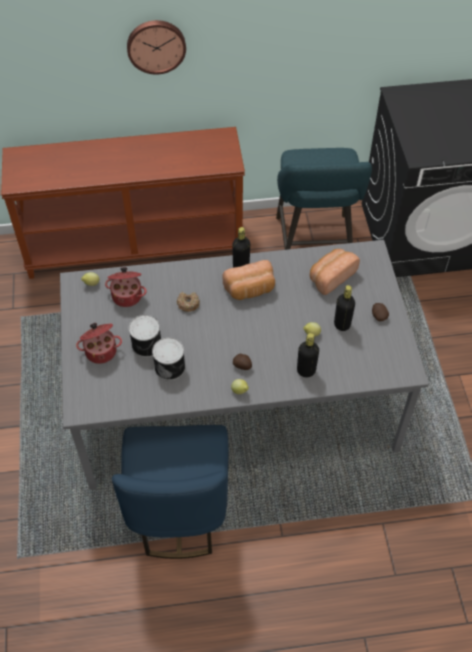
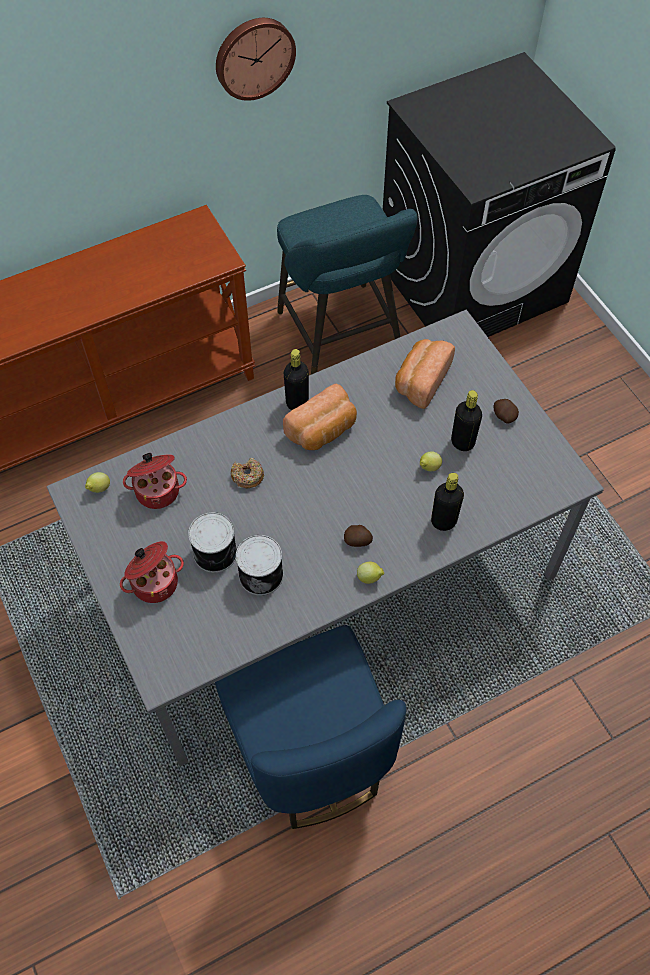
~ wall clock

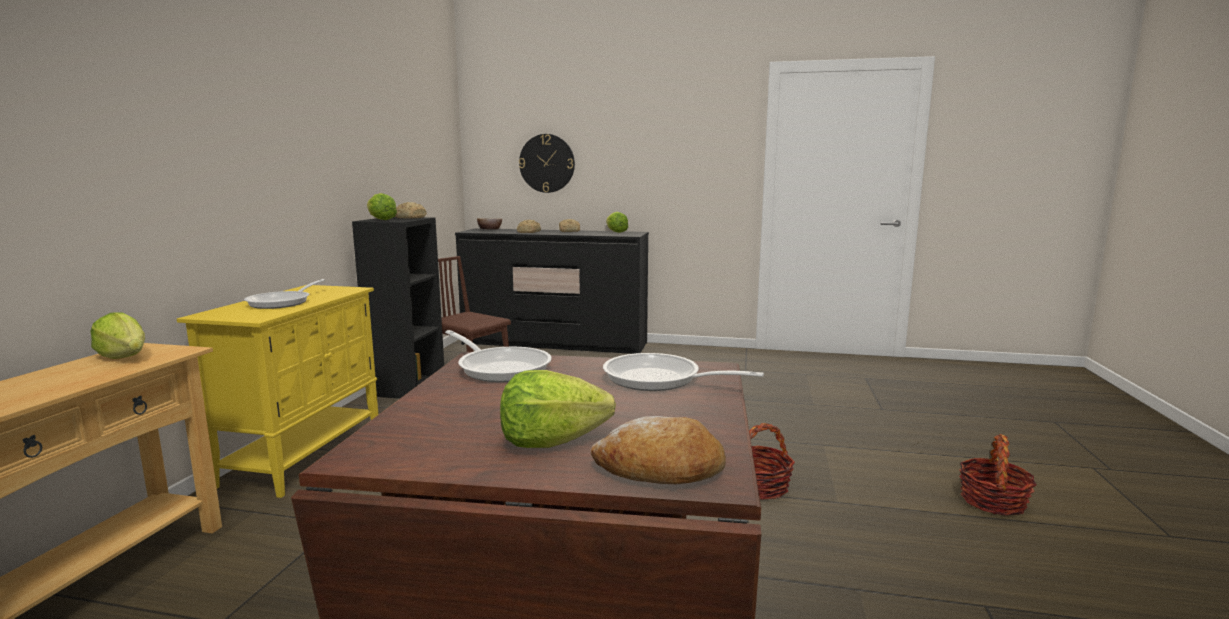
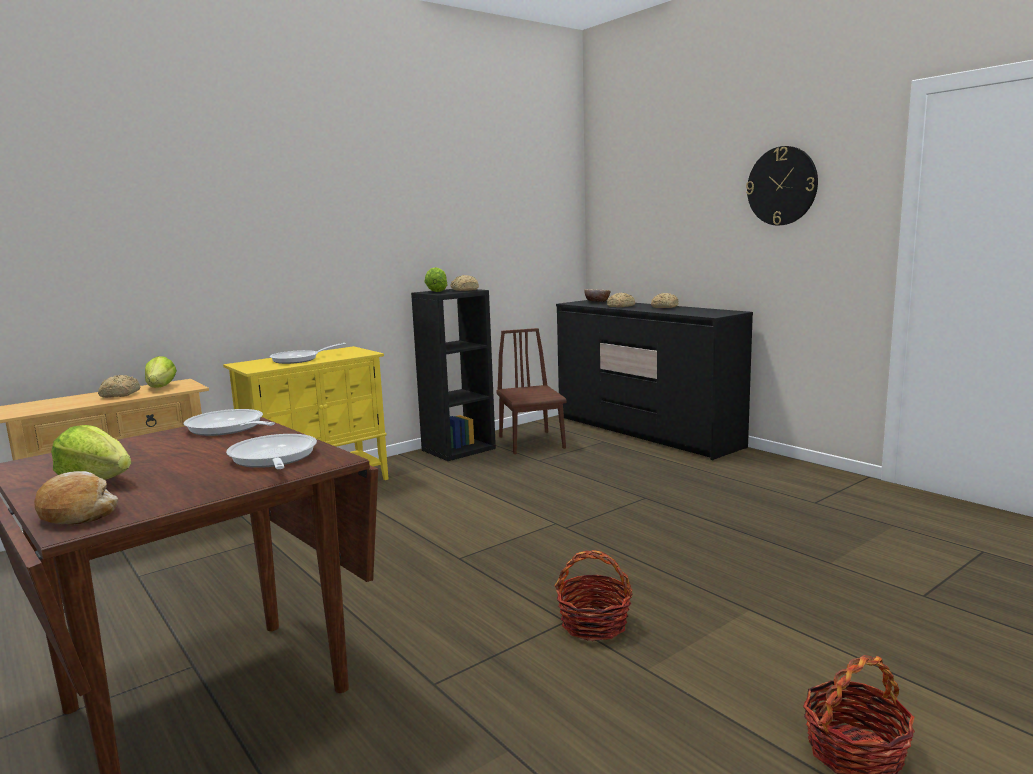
- lettuce (no. 4 from left)
+ bread (no. 2 from left)
~ wall clock
~ frying pan (no. 2 from left in the first image) 135 degrees clockwise

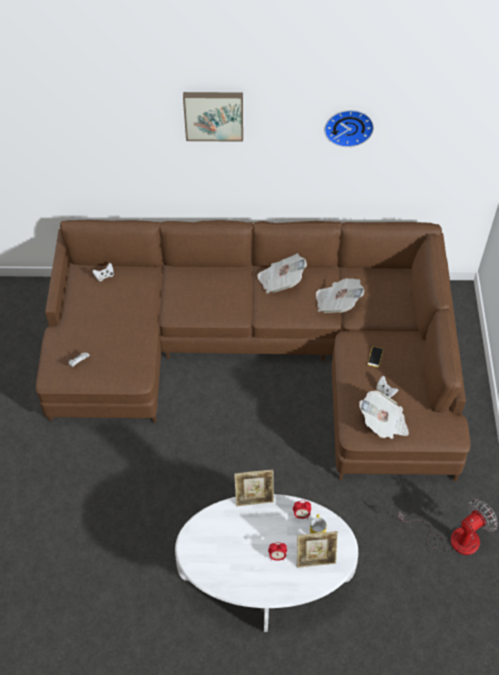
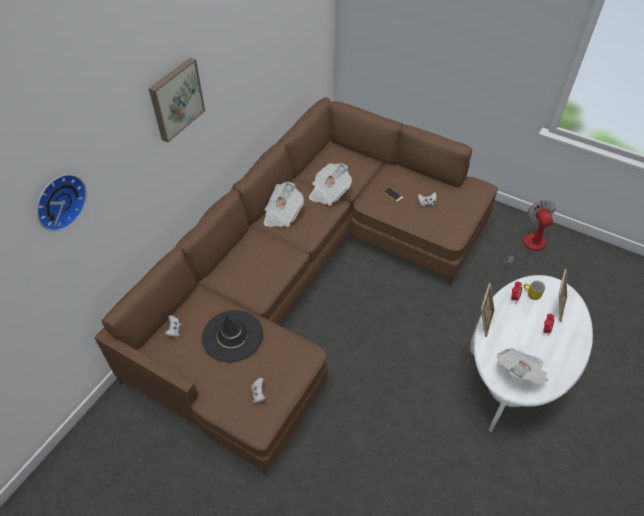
+ black hat
~ wall clock
~ newspaper (no. 3 from left)

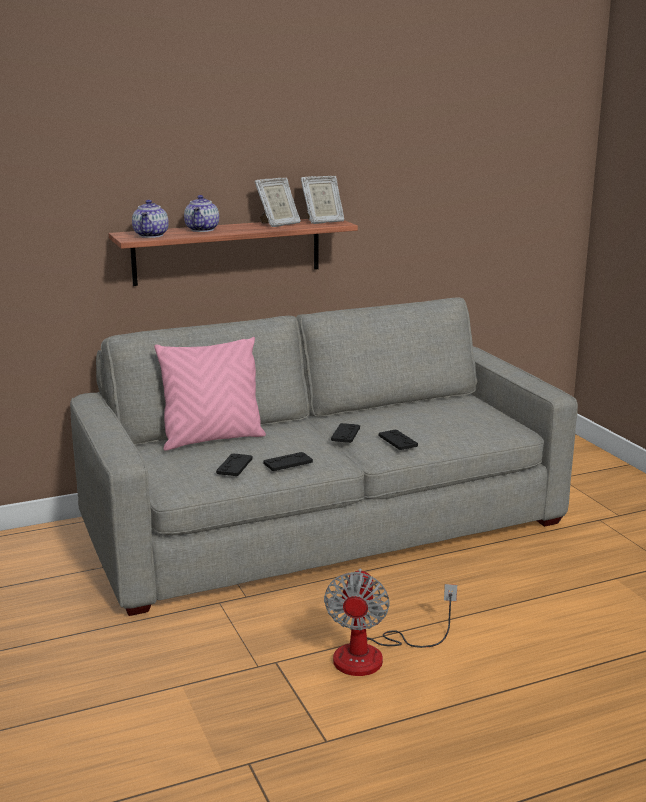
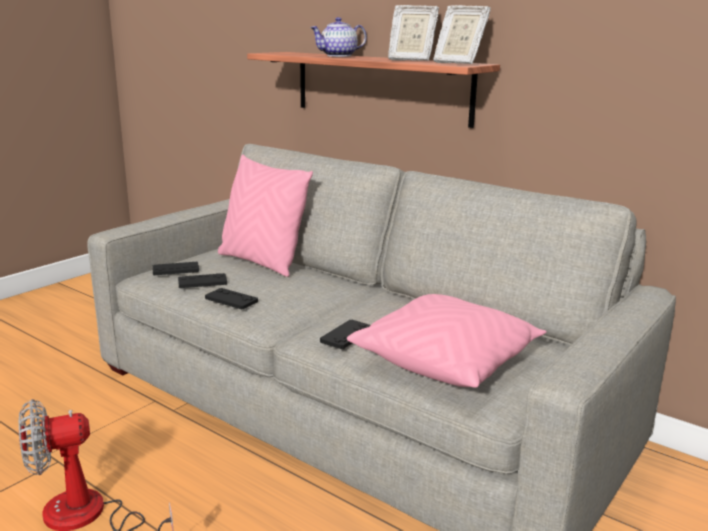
- teapot (no. 1 from left)
+ pink pillow (no. 2 from left)
~ black game controller (no. 3 from left in the first image) to black game controller (no. 1 from left)

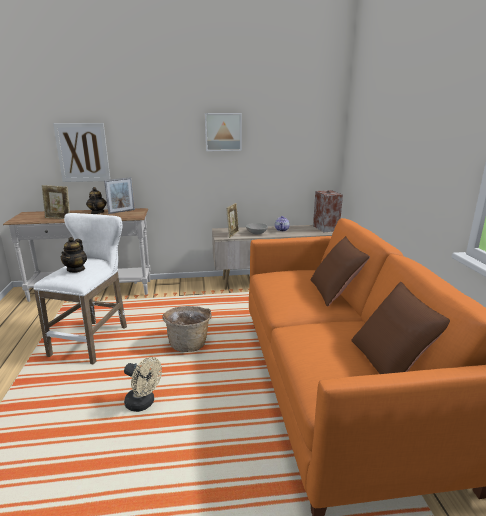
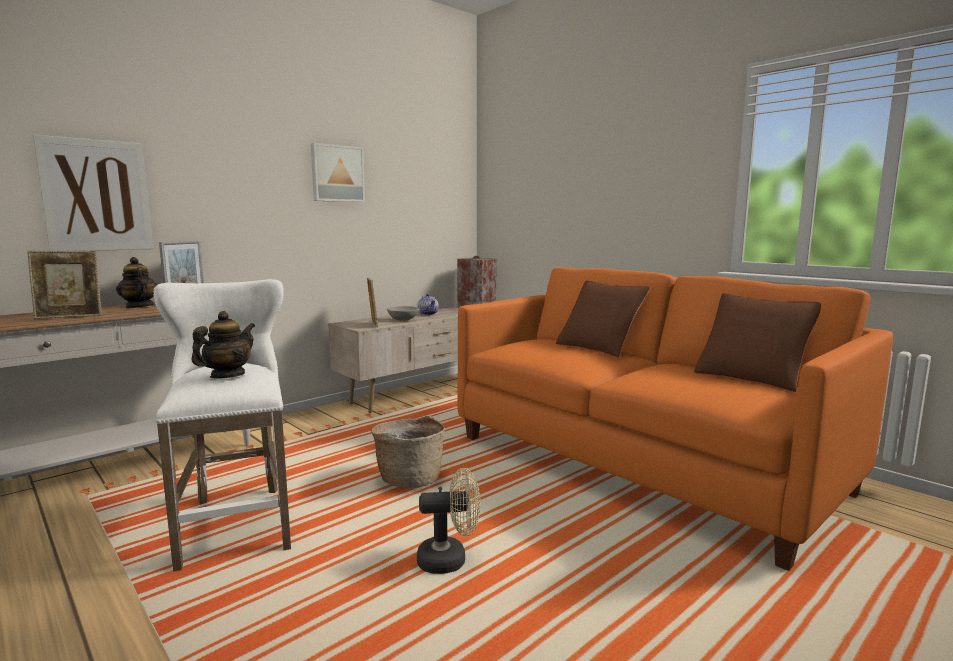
~ teapot (no. 1 from left in the first image) 120 degrees counterclockwise

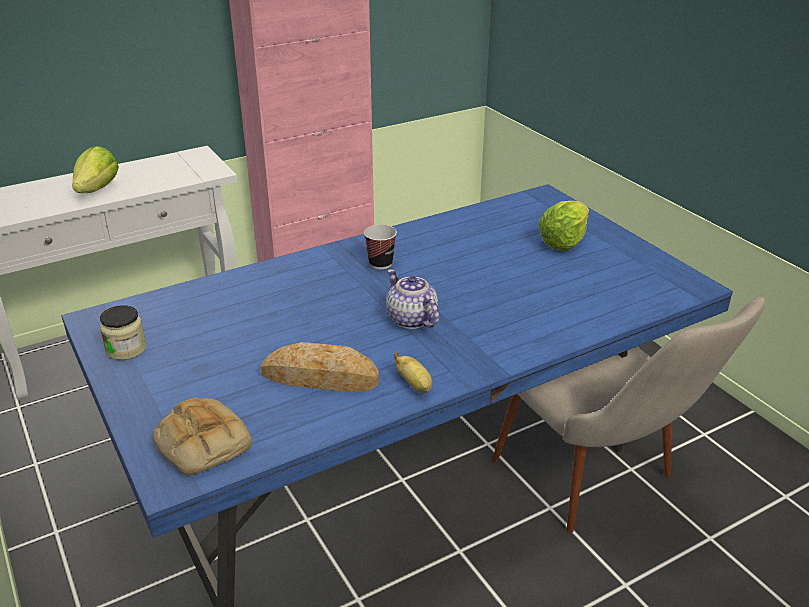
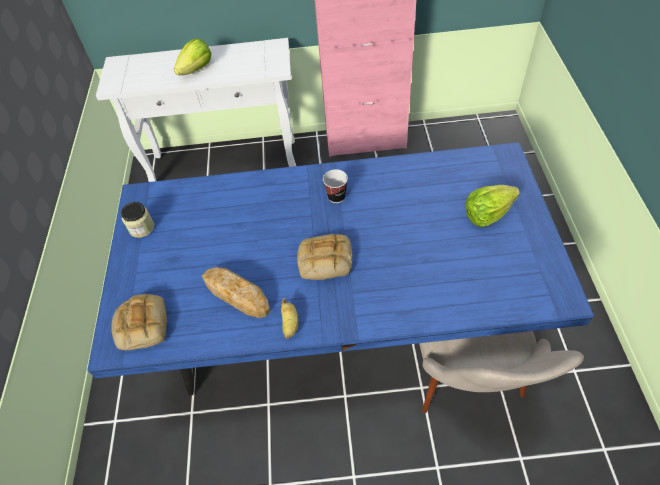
~ teapot to bread (no. 3 from left)

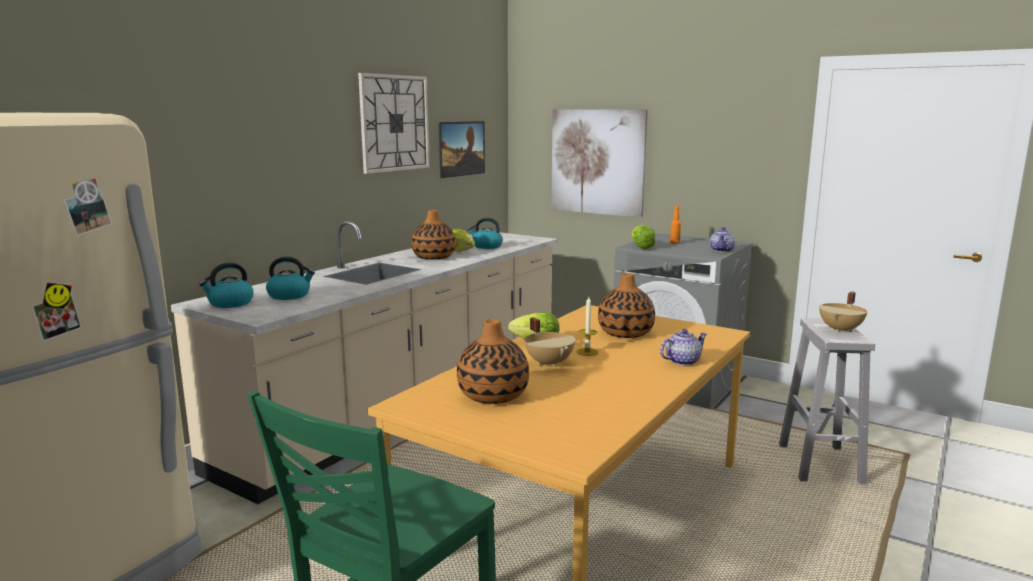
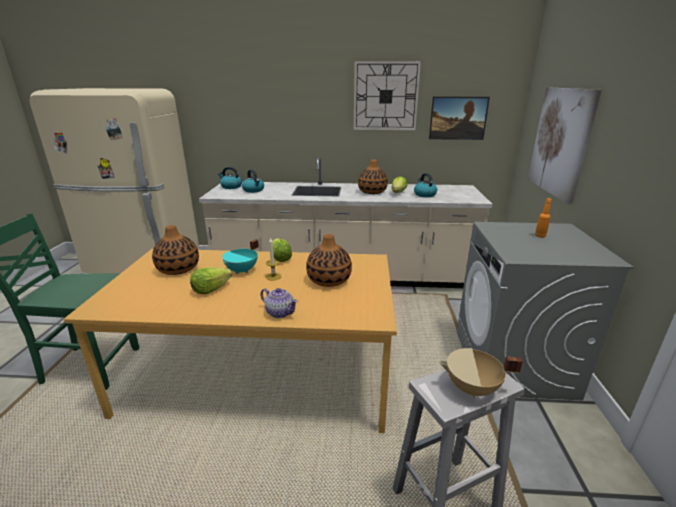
- teapot (no. 2 from left)
~ lettuce (no. 3 from left in the first image) to lettuce (no. 1 from left)
~ beige cooking pot (no. 1 from left) to turquoise cooking pot

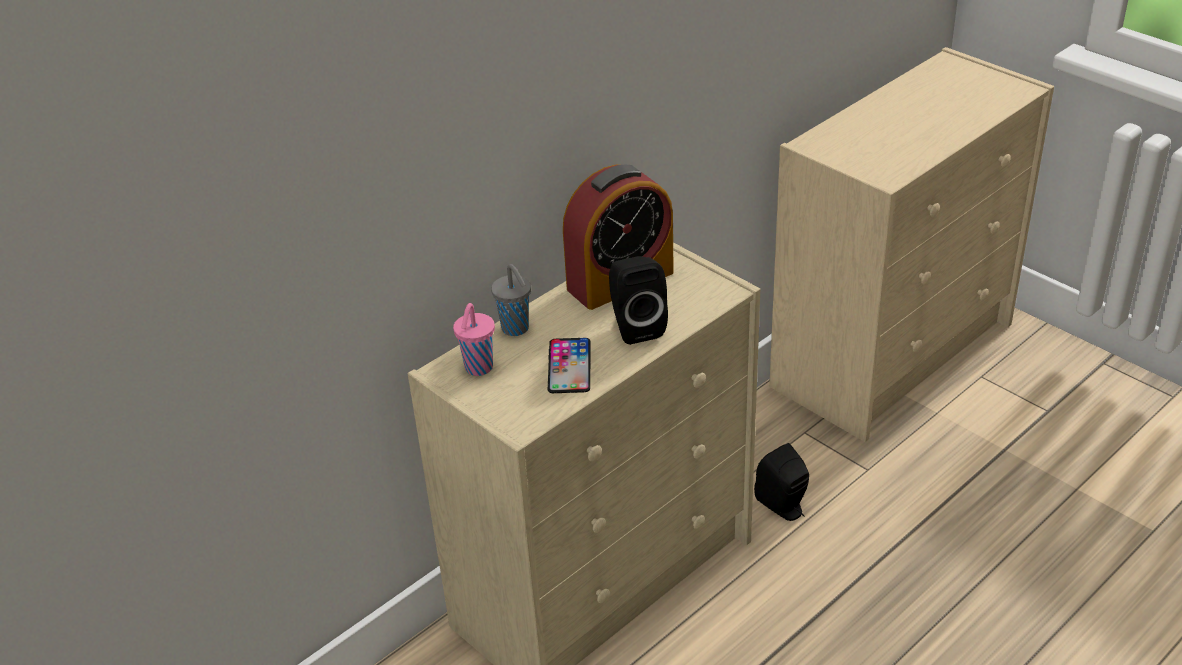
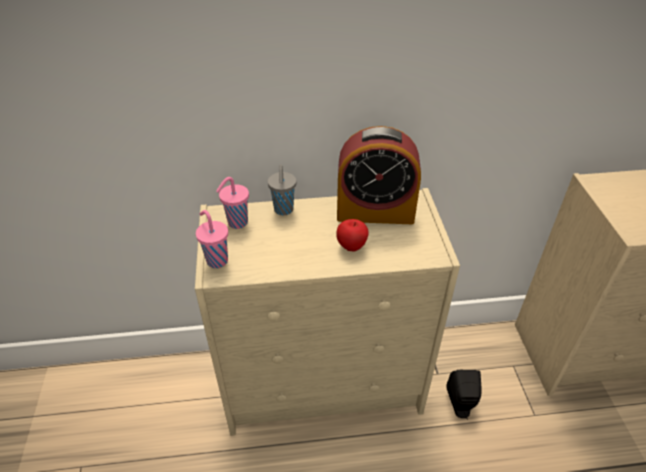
- phone
+ pink cup (no. 1 from left)
~ black speaker (no. 1 from left) to apple

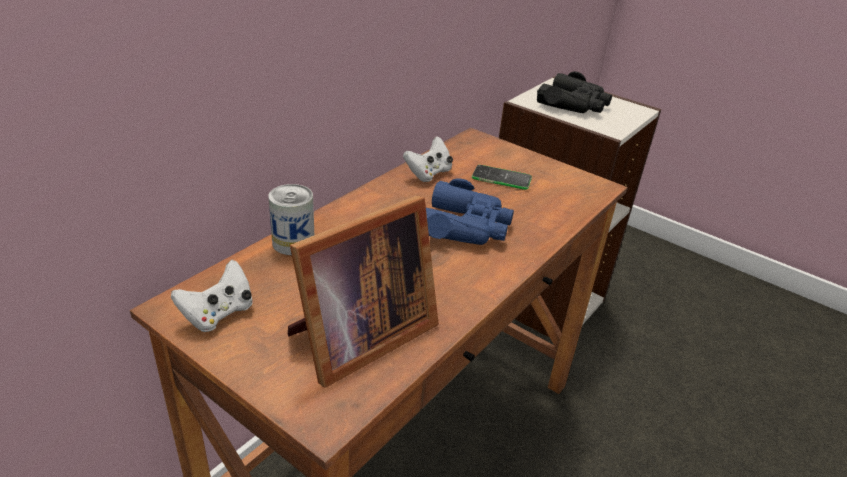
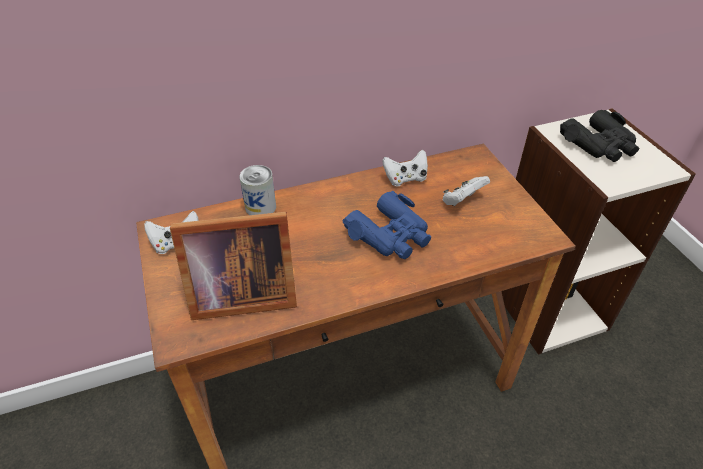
~ phone to white game controller (no. 3 from left)

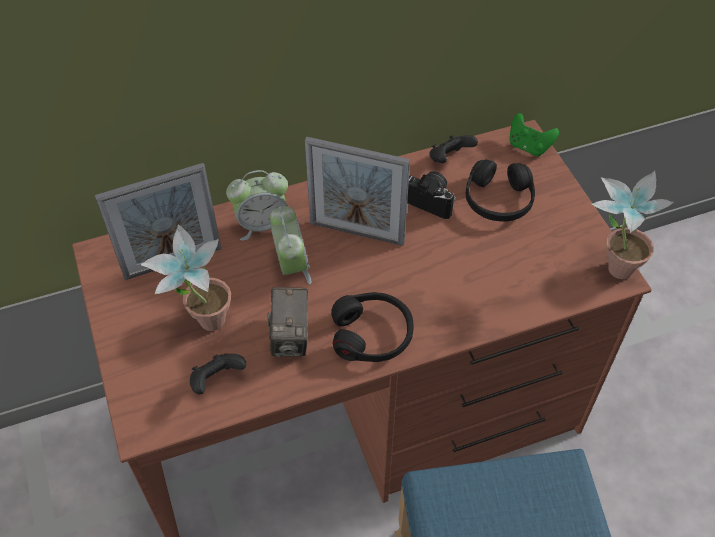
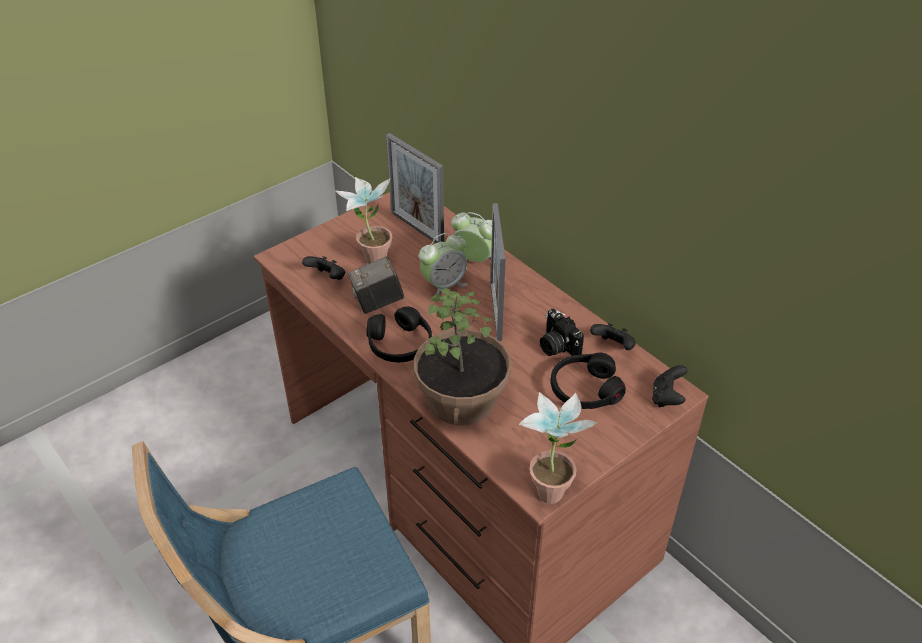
+ potted plant (no. 2 from left)
~ green game controller to black game controller (no. 3 from left)
~ alarm clock (no. 1 from left in the first image) 150 degrees clockwise
~ photo camera (no. 2 from left) 135 degrees clockwise

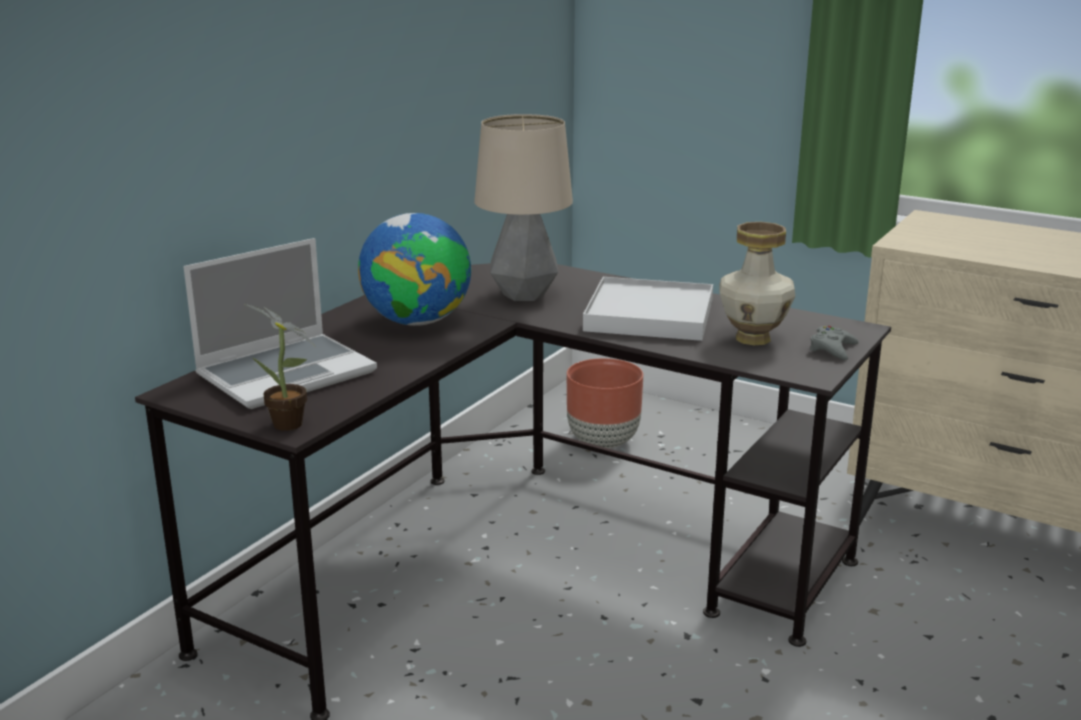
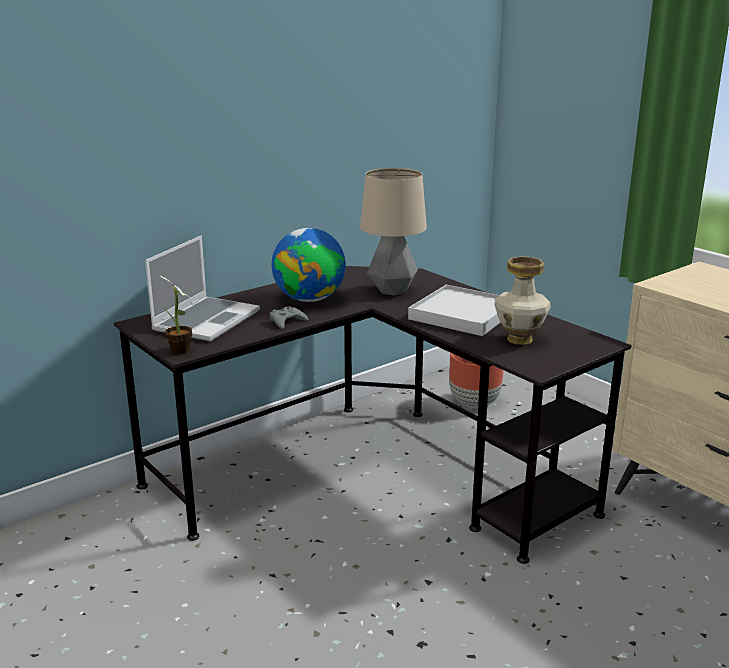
~ grey game controller
~ laptop 45 degrees counterclockwise

